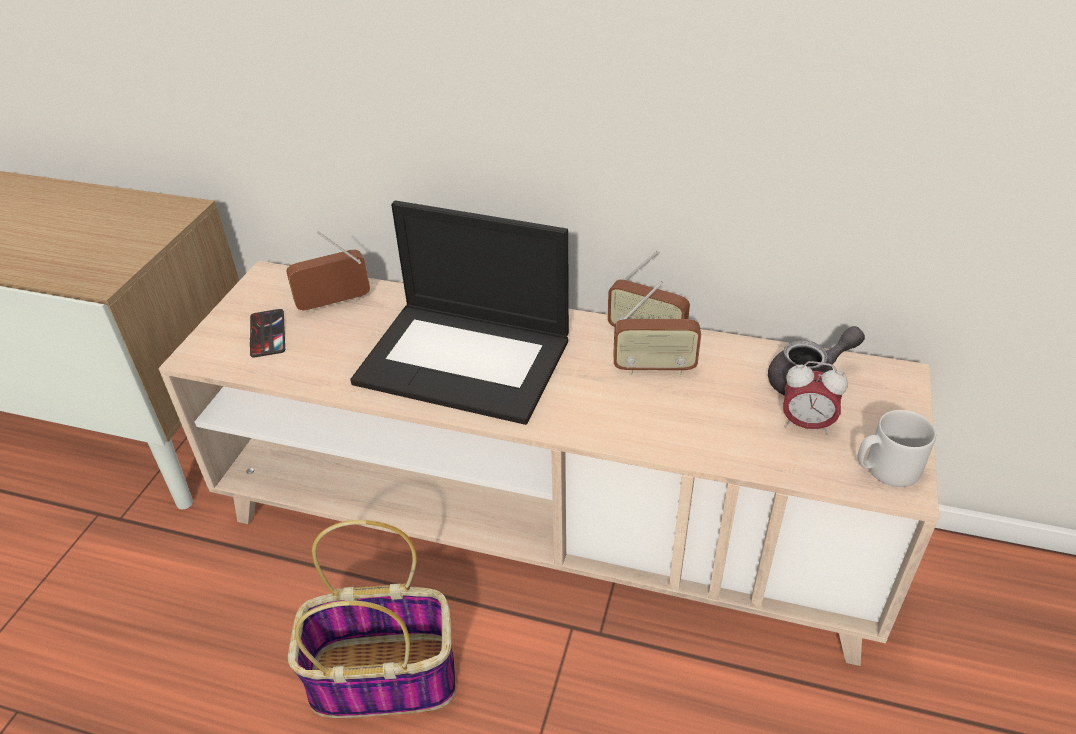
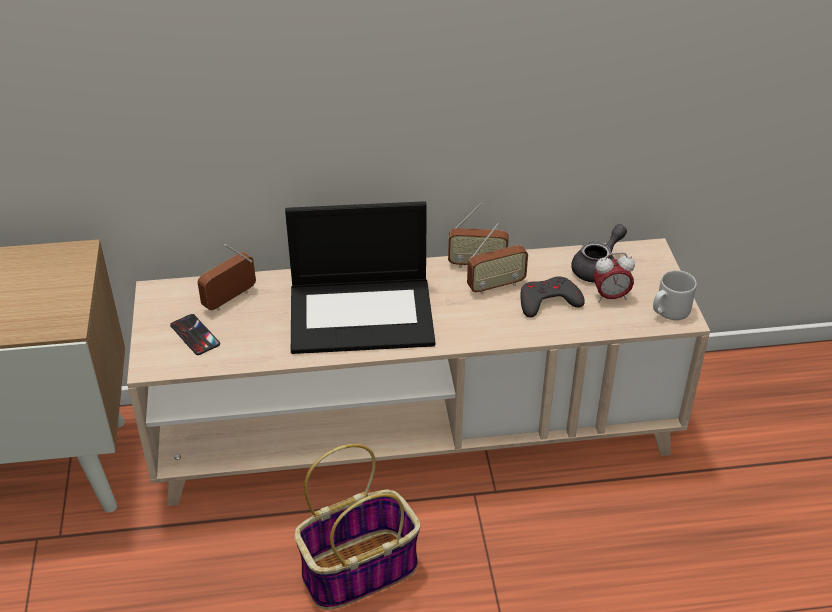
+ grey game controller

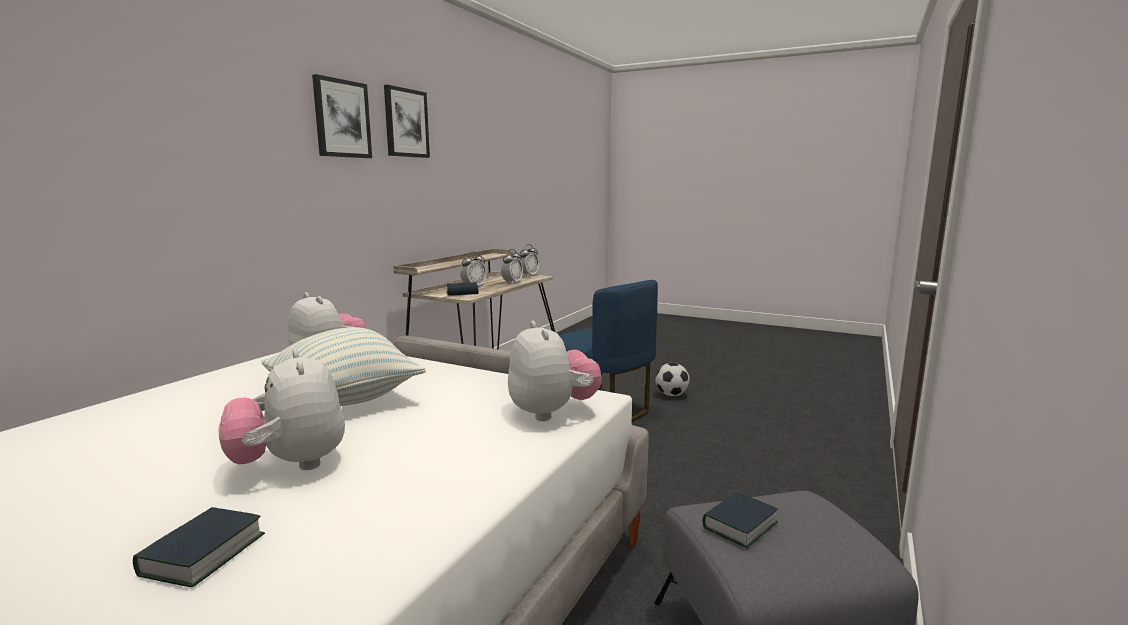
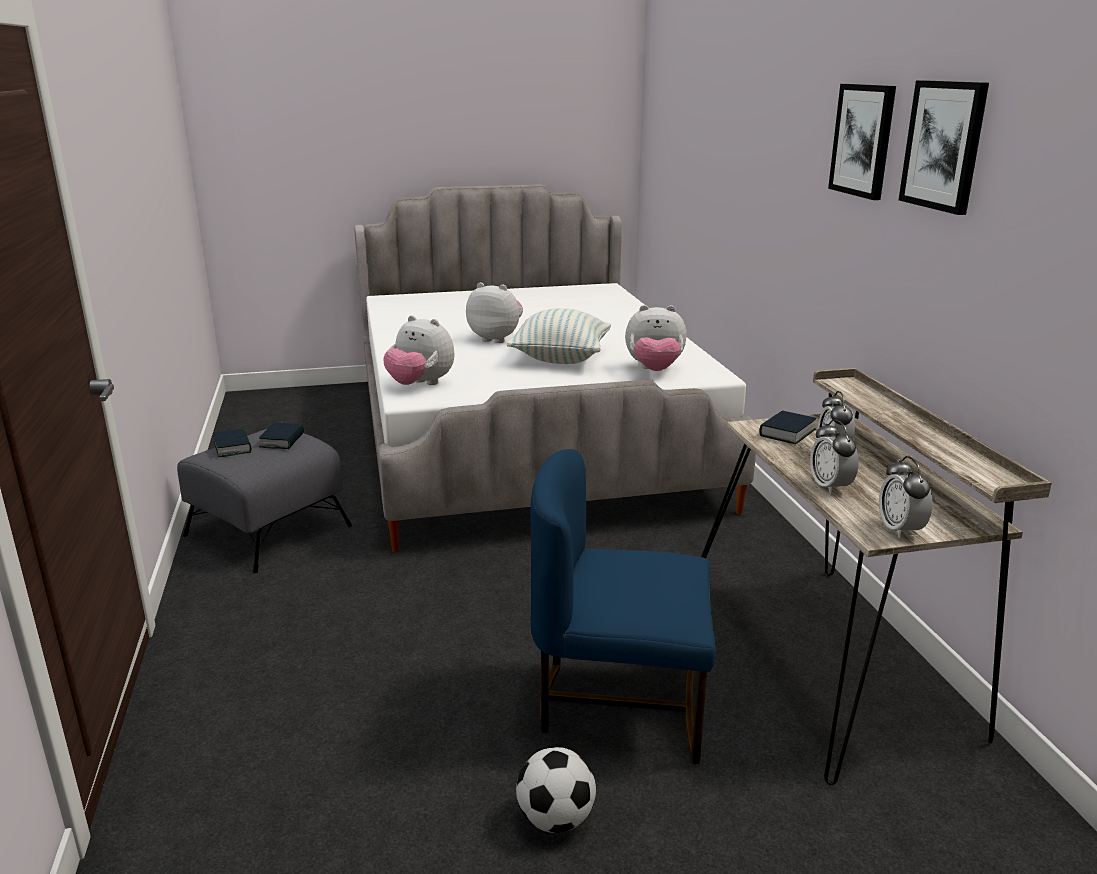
~ book (no. 1 from left)

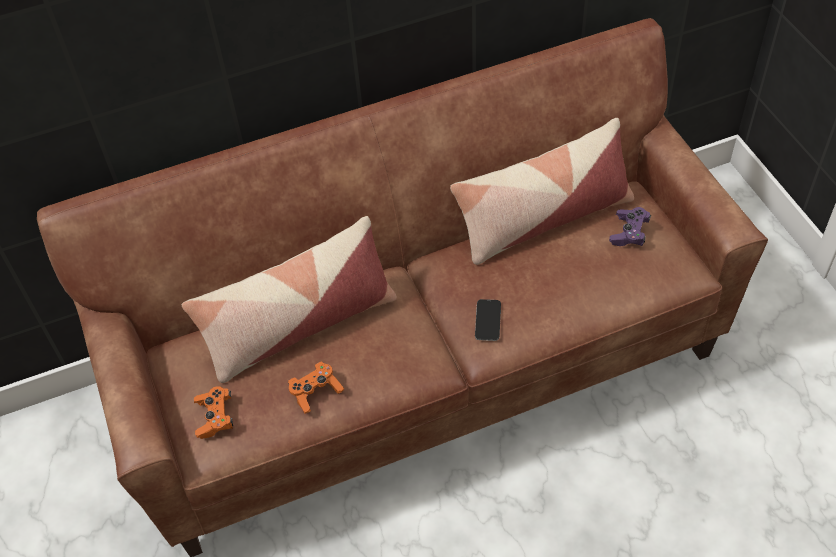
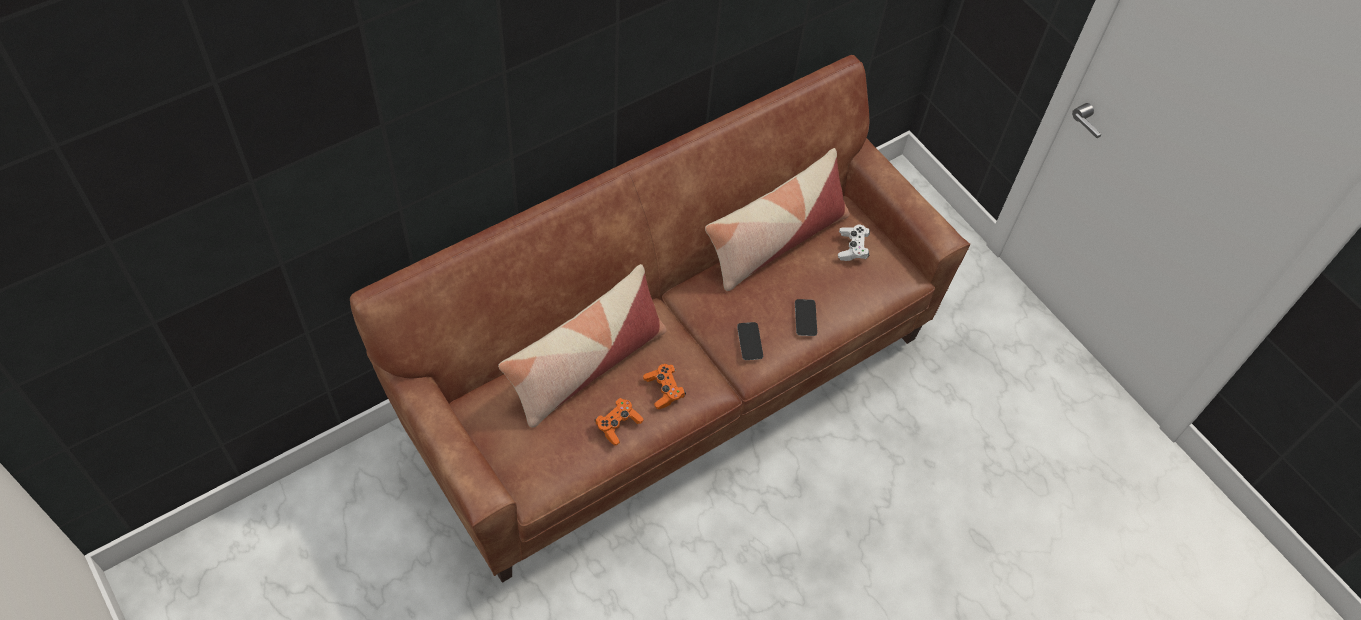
+ phone (no. 2 from left)
~ orange game controller (no. 1 from left in the first image) to orange game controller (no. 2 from left)
~ purple game controller to white game controller

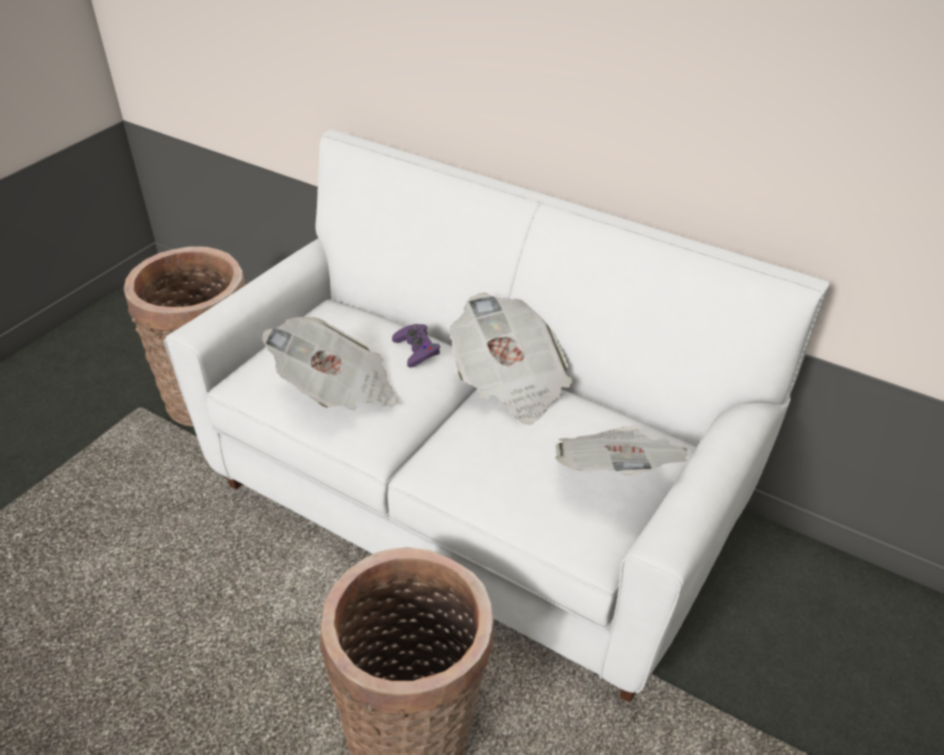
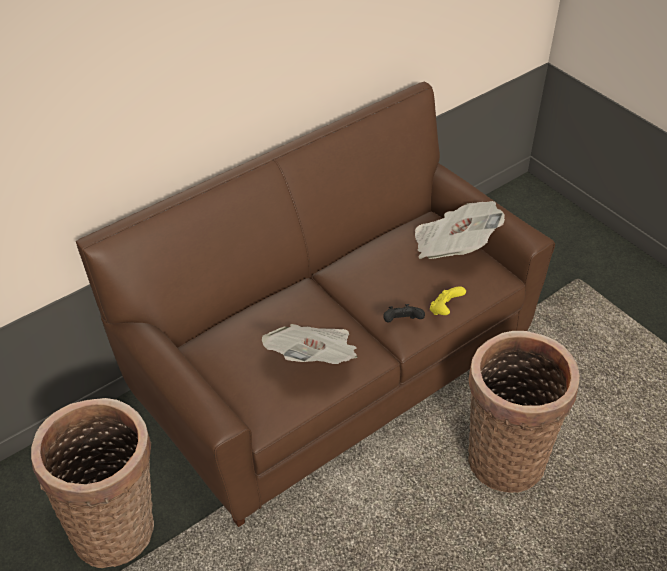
- purple game controller
- newspaper (no. 2 from left)
+ black game controller
+ yellow game controller
~ white sofa to brown sofa

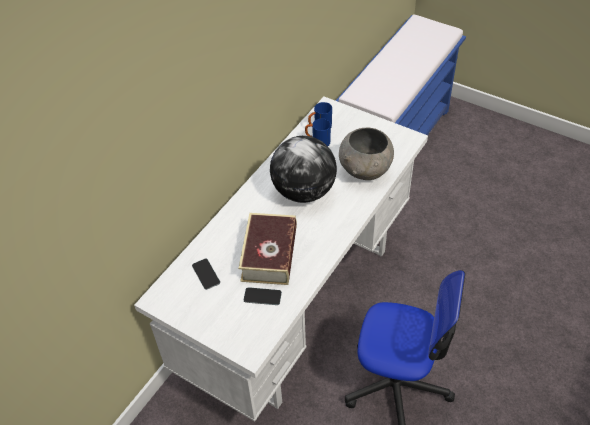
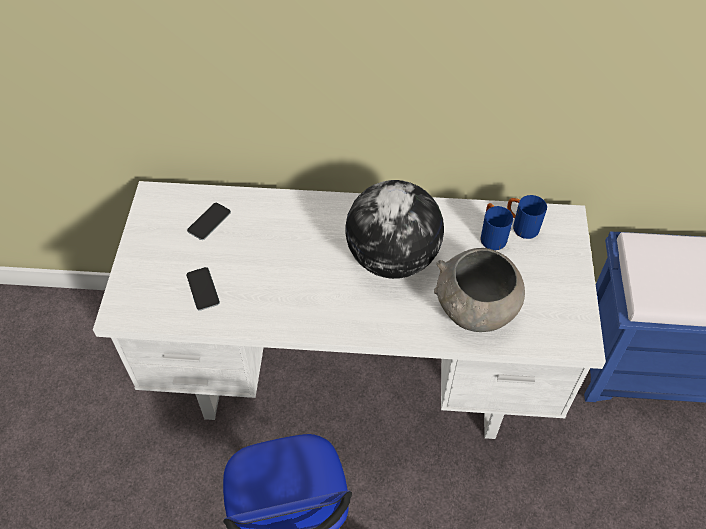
- book

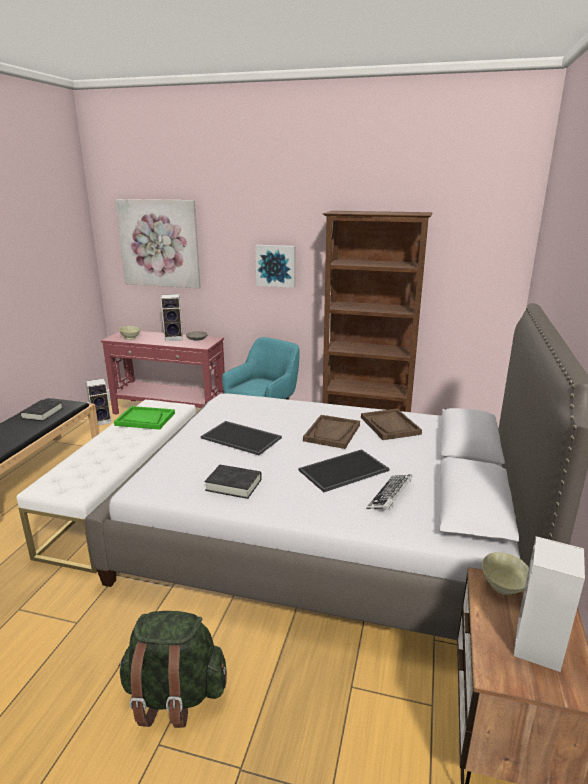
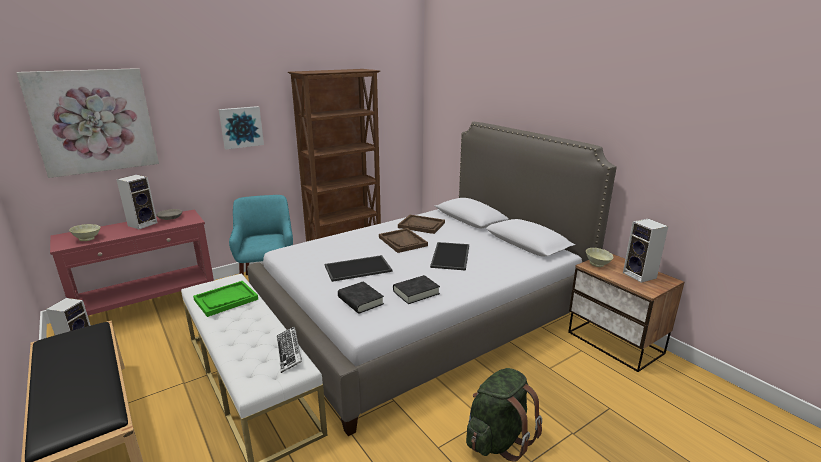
~ black book (no. 1 from left)
~ keyboard

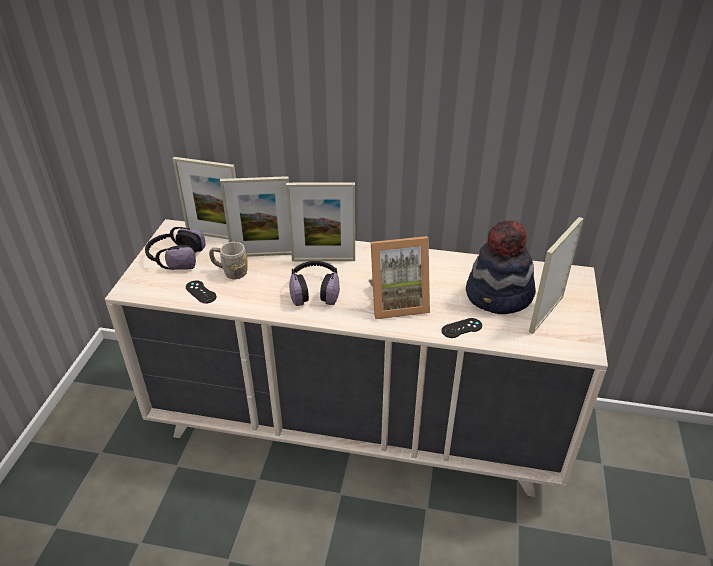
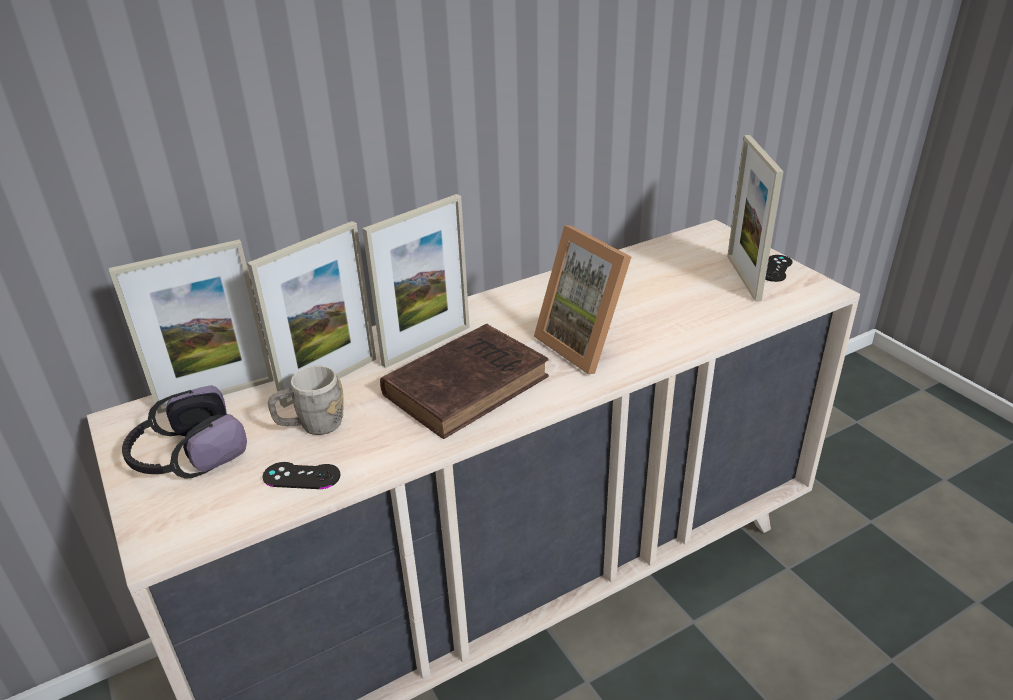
- hat
~ black game controller (no. 2 from left)
~ headphones (no. 2 from left) to brown book
~ picture frame (no. 4 from left) 105 degrees clockwise

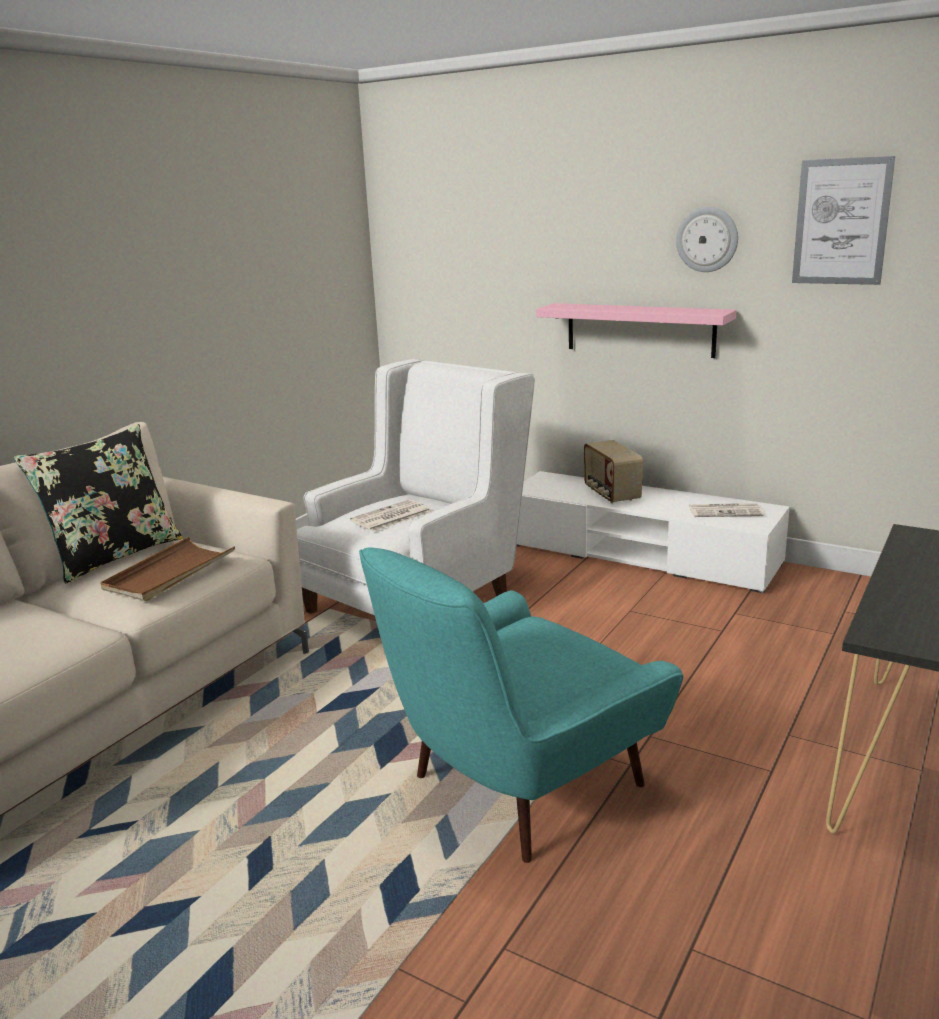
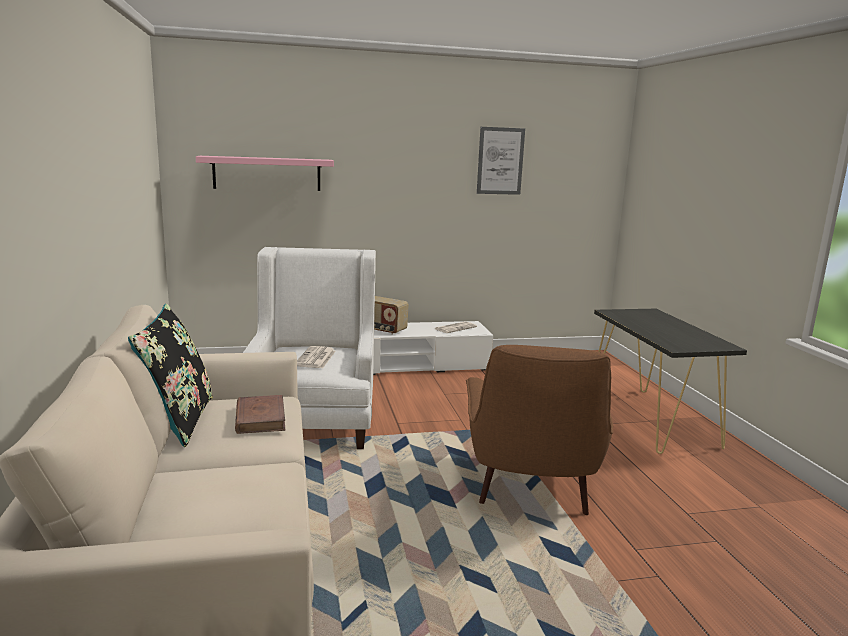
- wall clock
~ pink shelf
~ brown tray to brown book
~ turquoise armchair to brown armchair

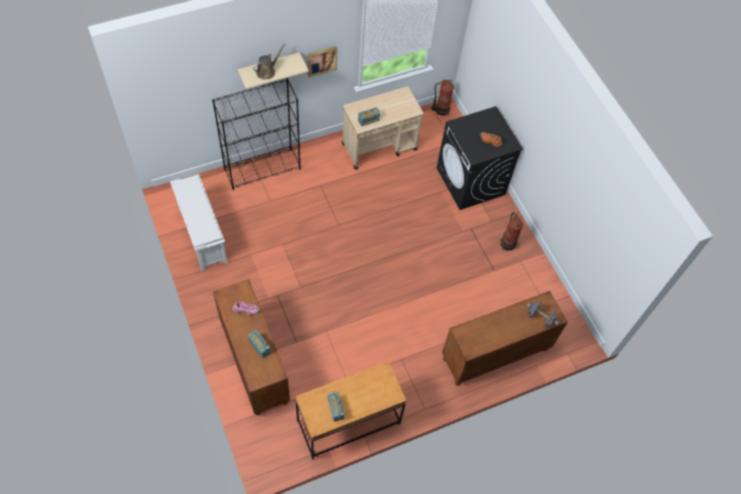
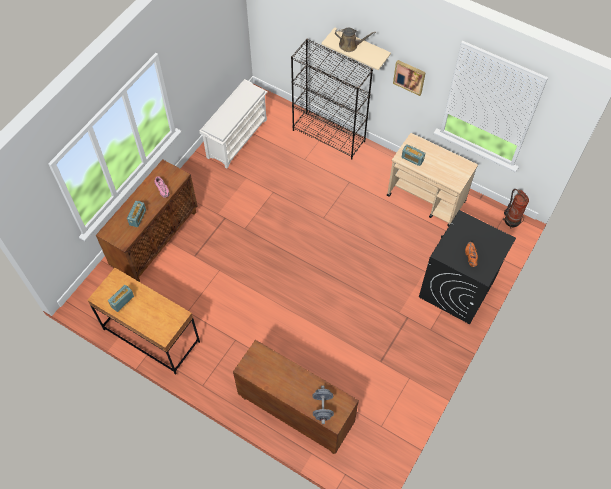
- fire extinguisher (no. 2 from left)

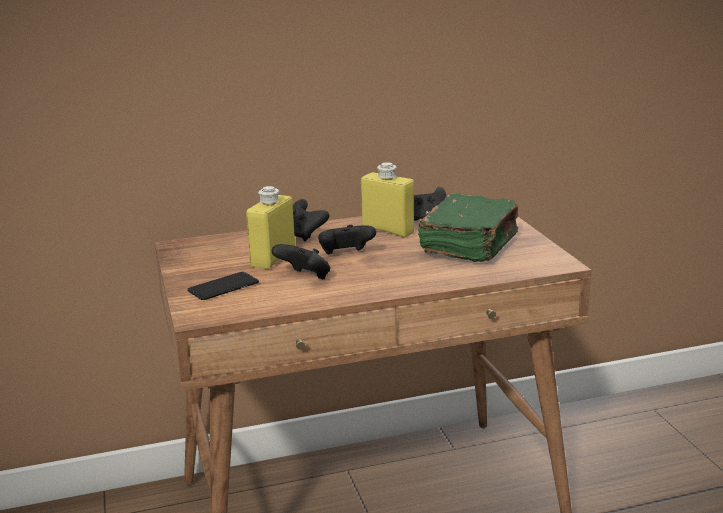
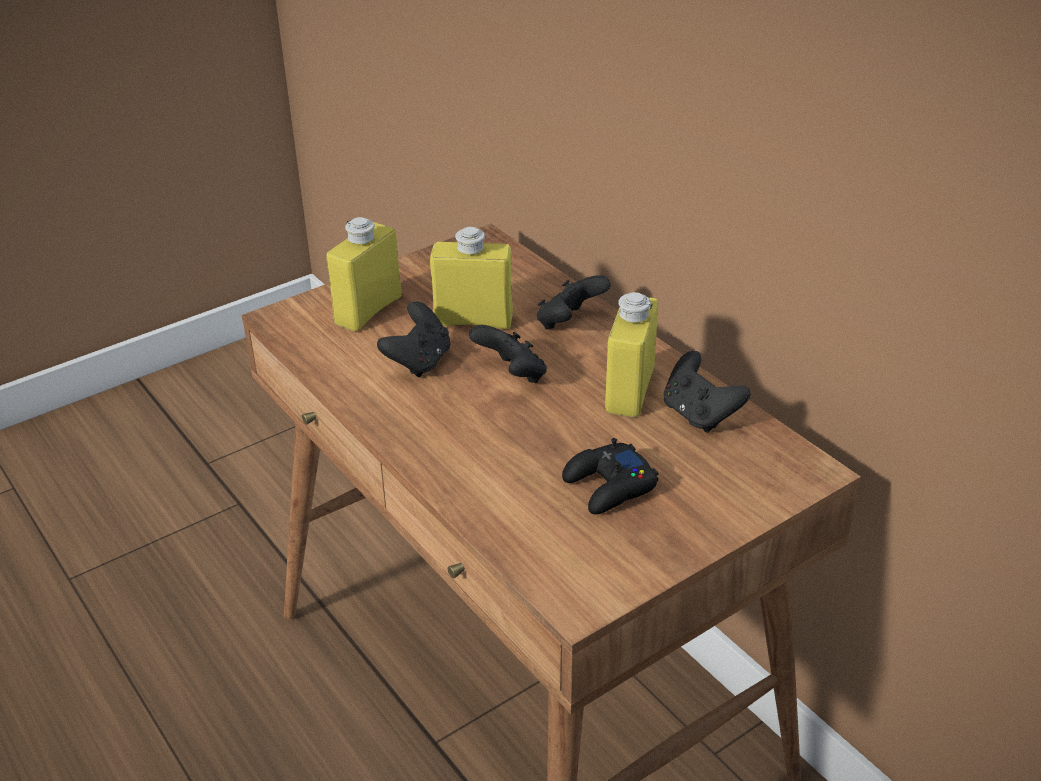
~ phone to yellow bottle (no. 1 from left)
~ green book to black game controller (no. 4 from left)

